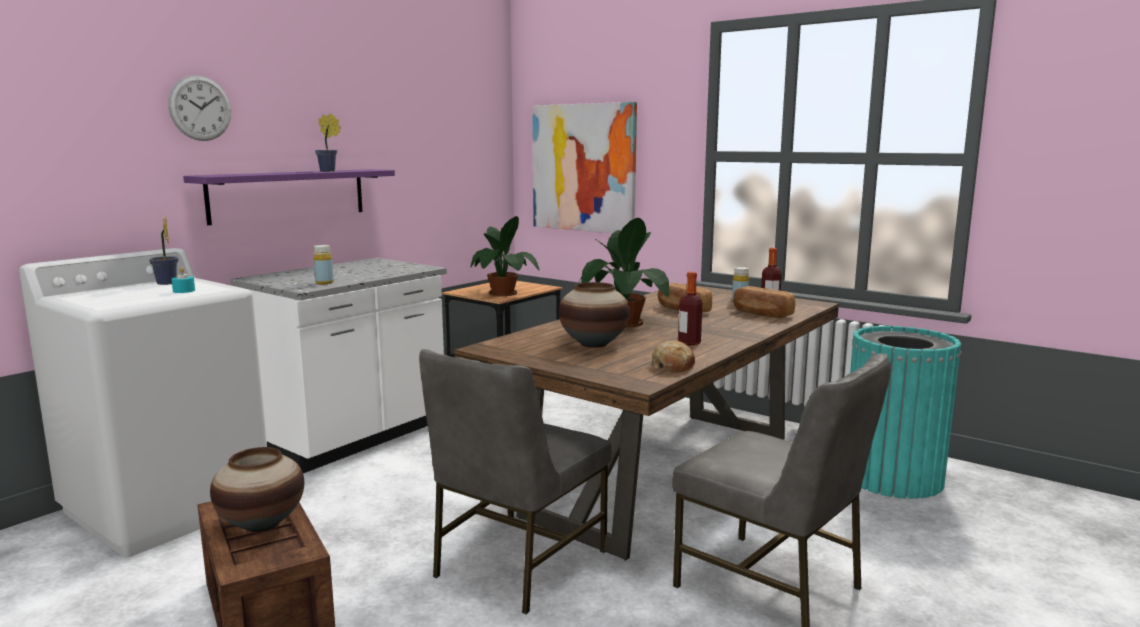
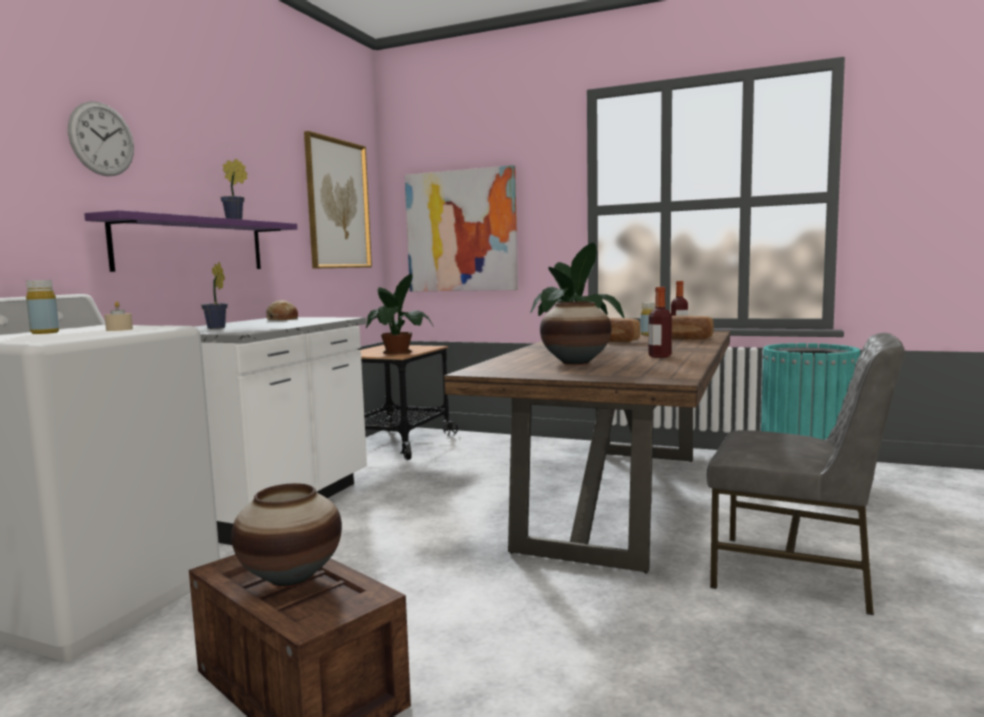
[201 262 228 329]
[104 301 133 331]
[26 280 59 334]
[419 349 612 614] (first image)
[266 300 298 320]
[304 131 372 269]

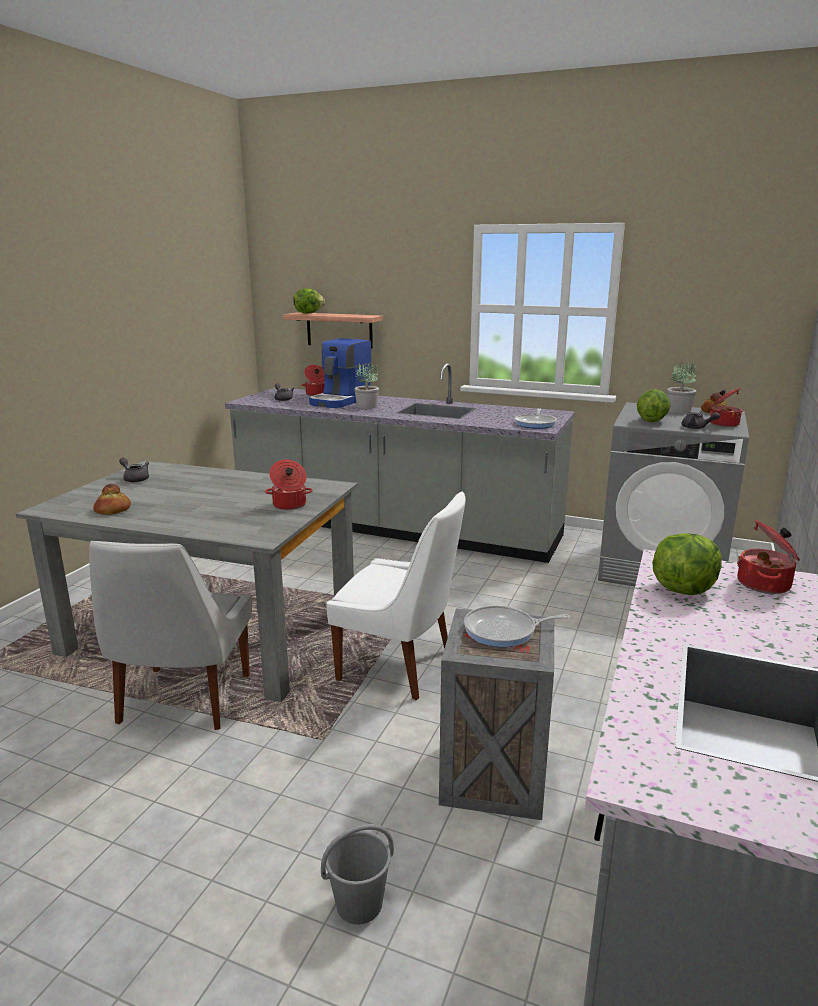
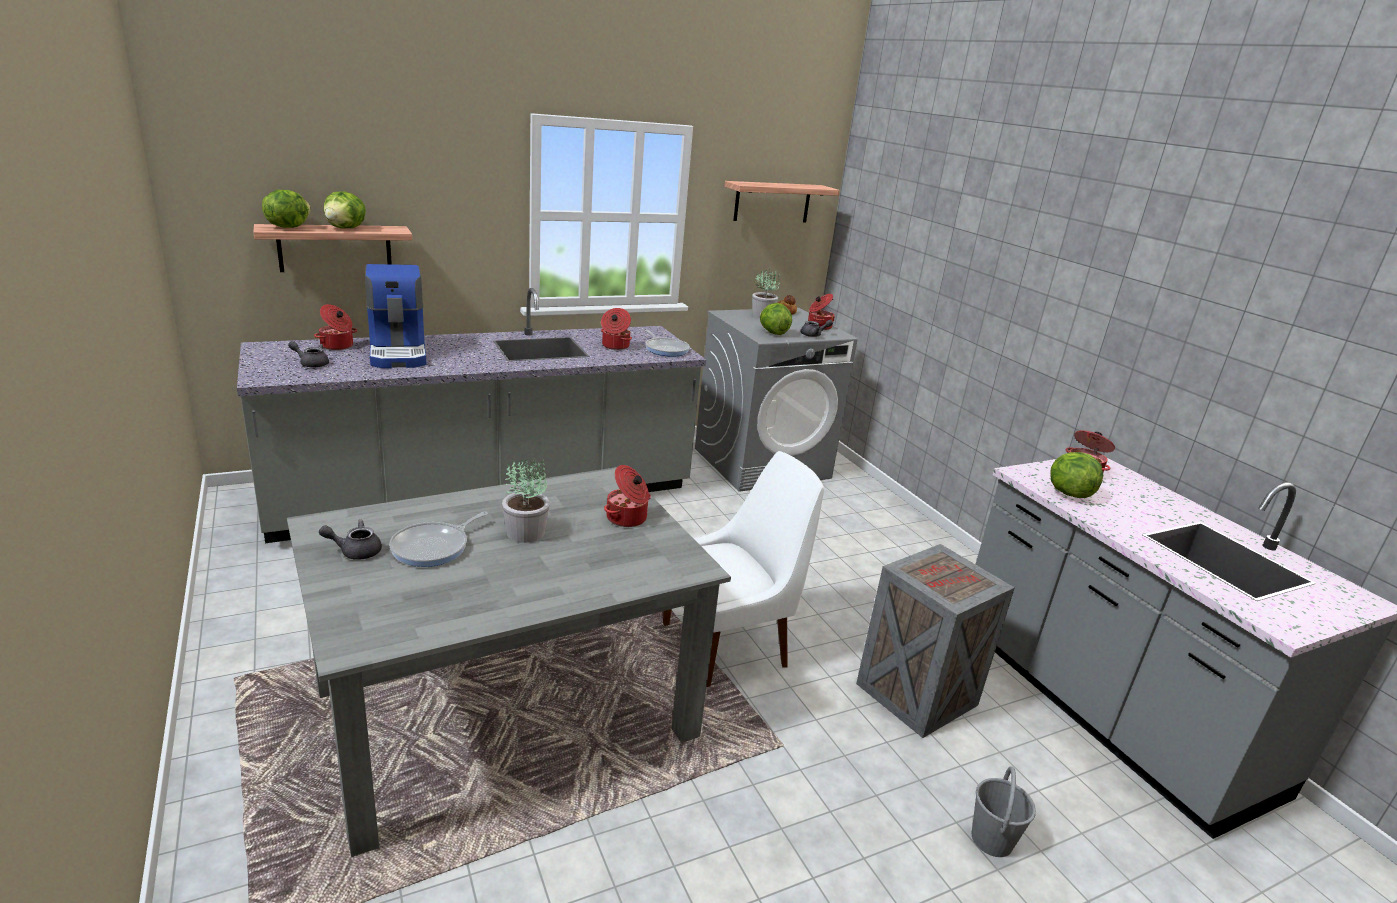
[89 541 252 730] (first image)
[93 484 131 515] (first image)
[502 458 550 543]
[389 512 488 567]
[324 191 366 228]
[601 308 632 350]
[724 181 840 223]

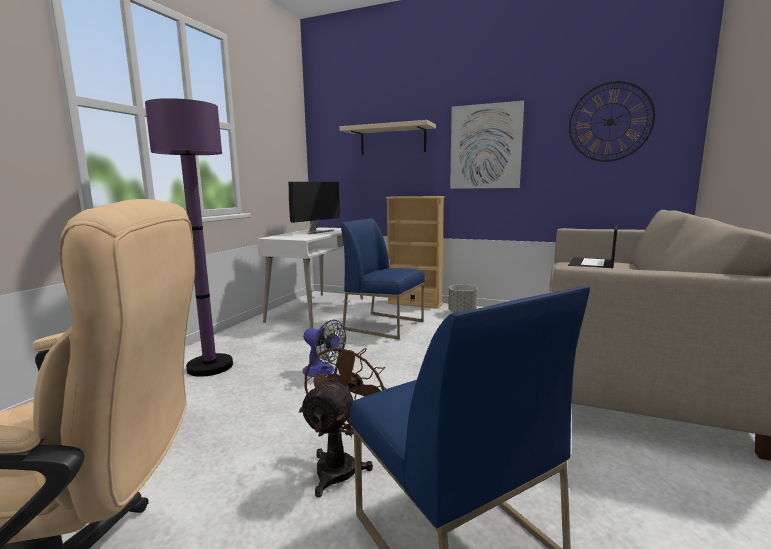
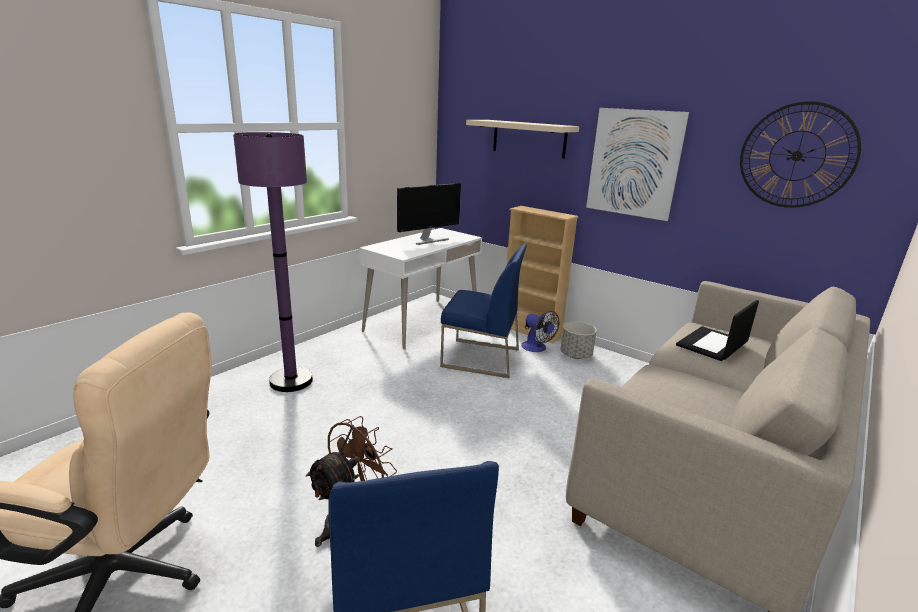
[521 311 560 352]
[440 244 527 378]

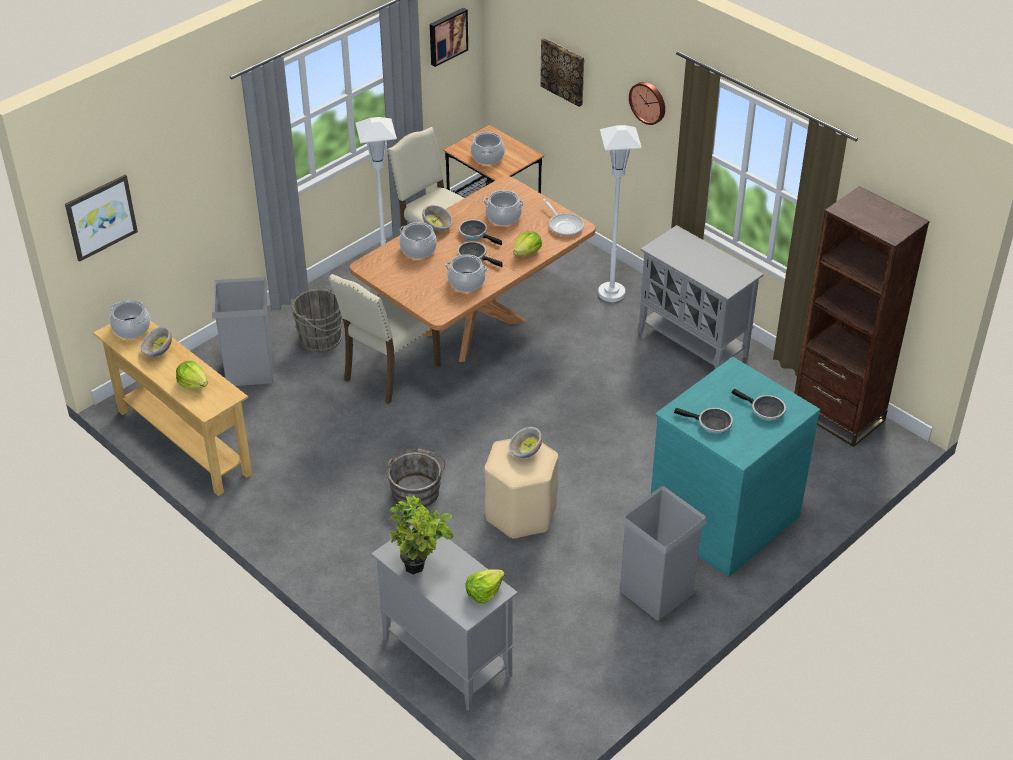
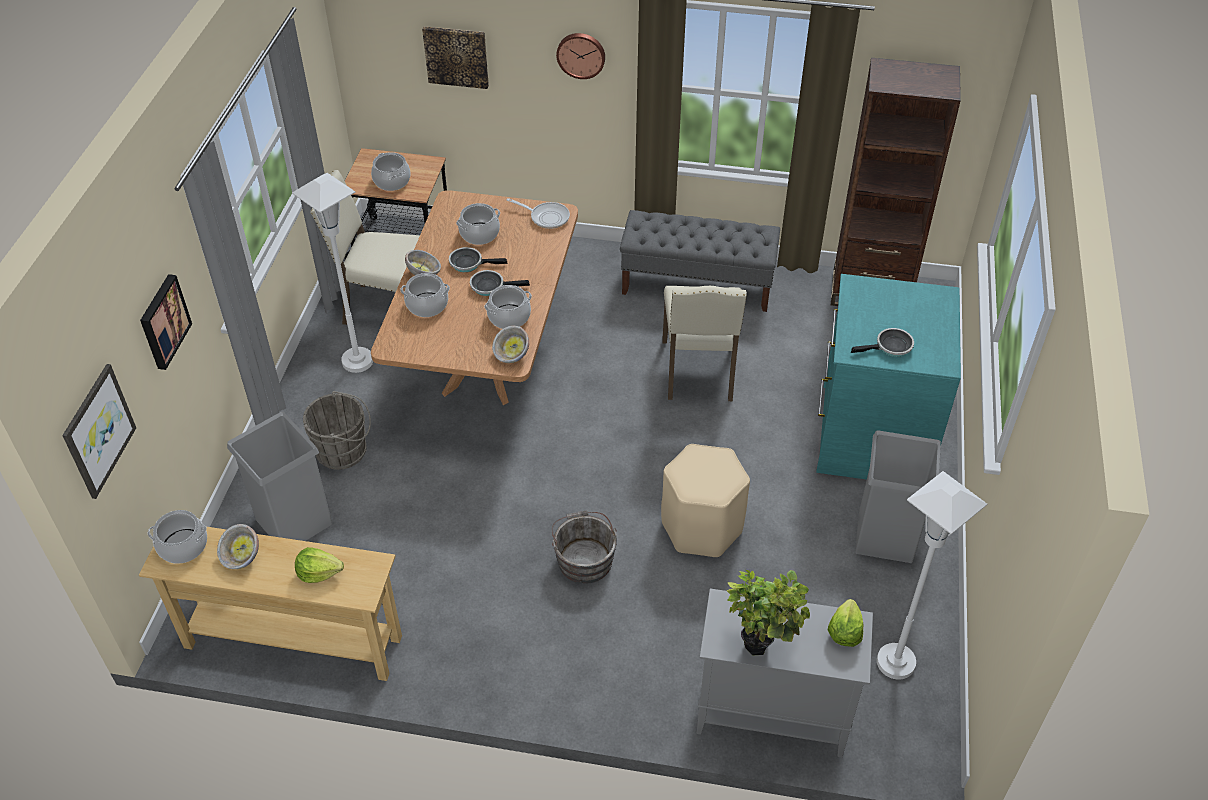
[662 286 747 401]
[140 274 192 370]
[492 326 529 363]
[513 231 542 256] (first image)
[877 471 987 680]
[620 210 780 312]
[732 389 786 421] (first image)

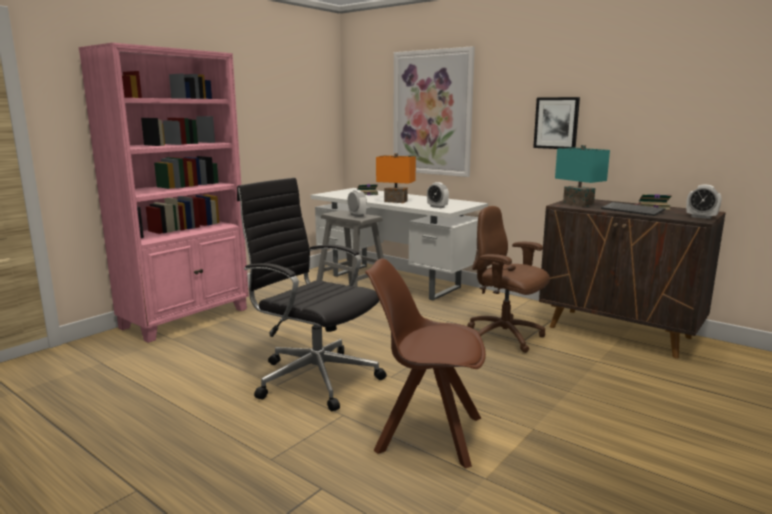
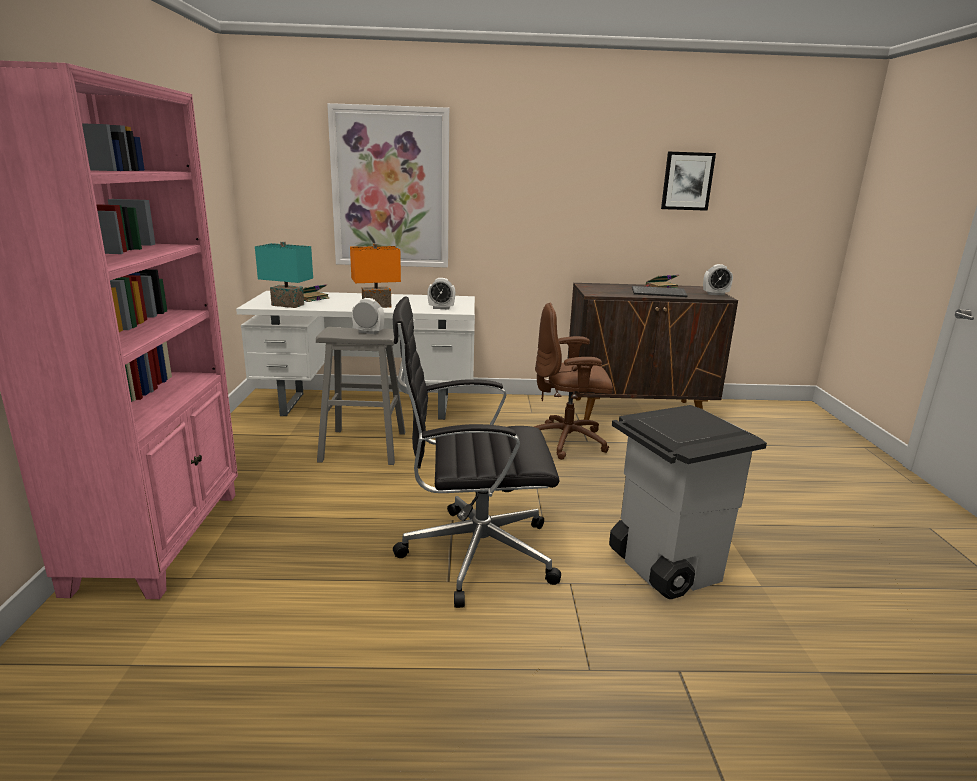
[609 405 767 599]
[661 152 716 211]
[255 241 313 308]

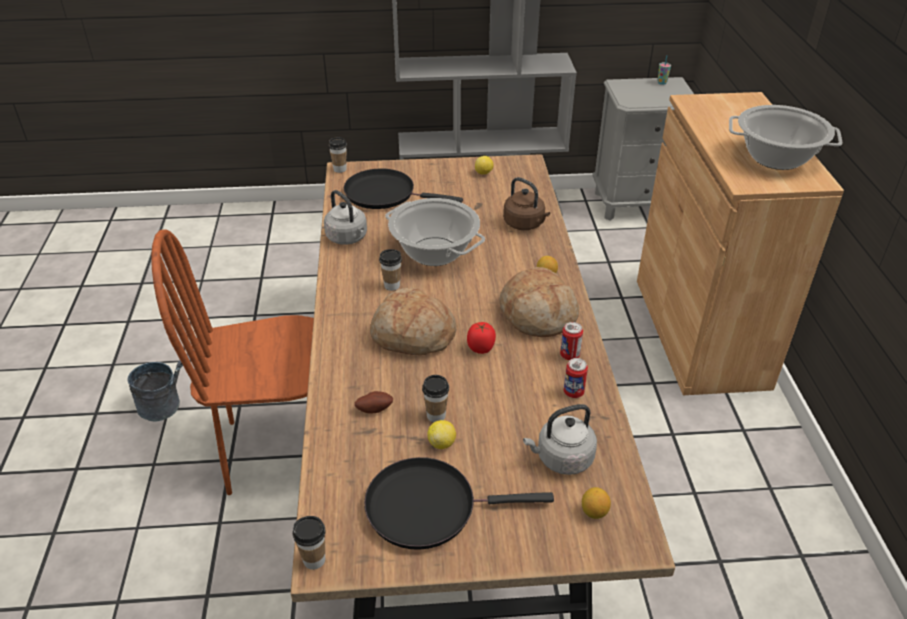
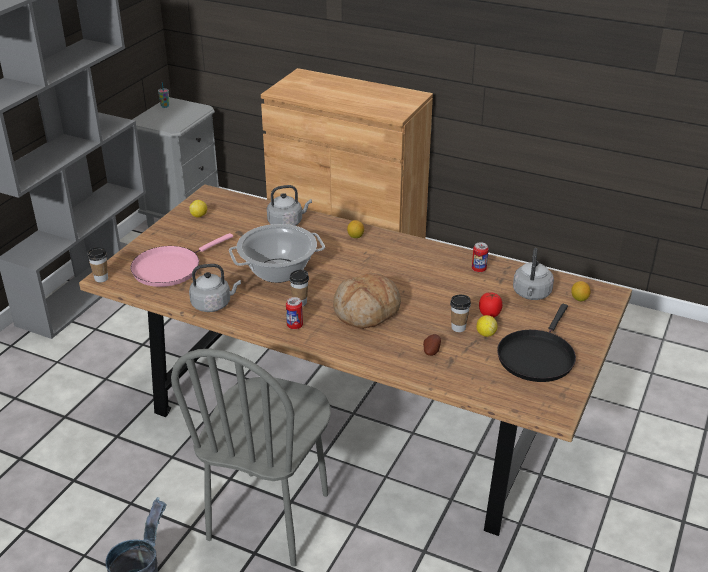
[171 349 331 567]
[293 516 326 570] (first image)
[131 233 233 287]
[479 293 502 317]
[499 267 579 337] (first image)
[267 185 312 226]
[286 297 303 329]
[729 105 842 170] (first image)

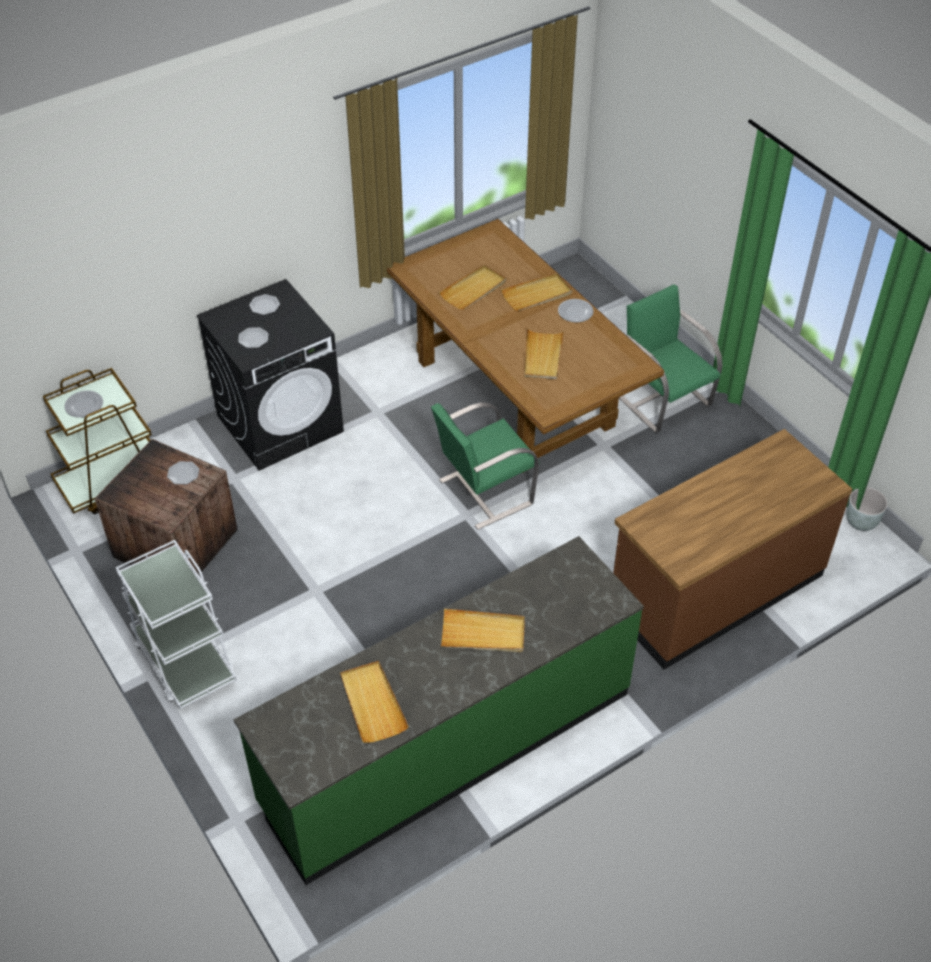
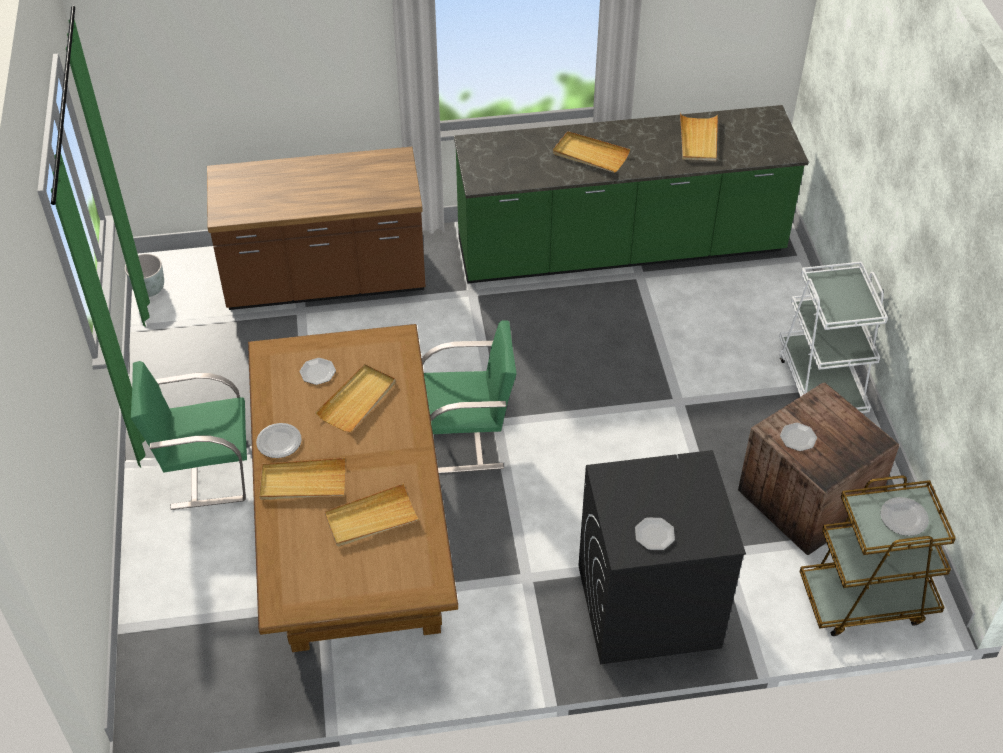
[300 358 336 385]
[131 361 247 510]

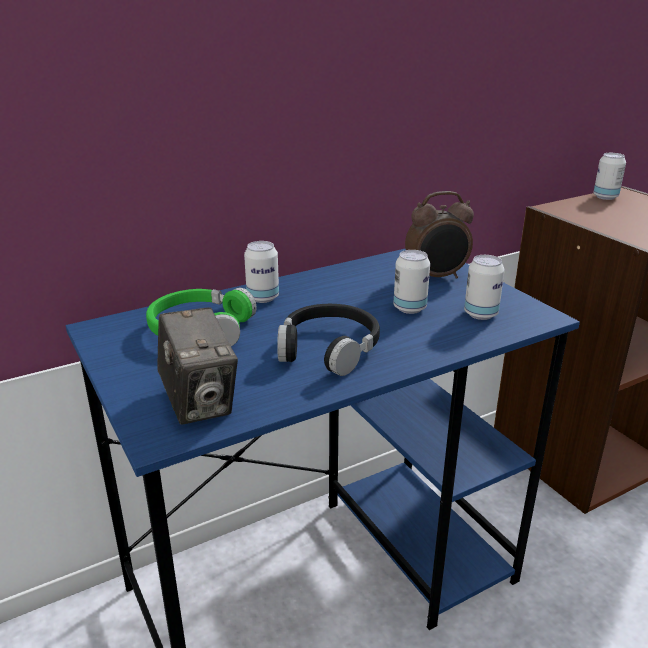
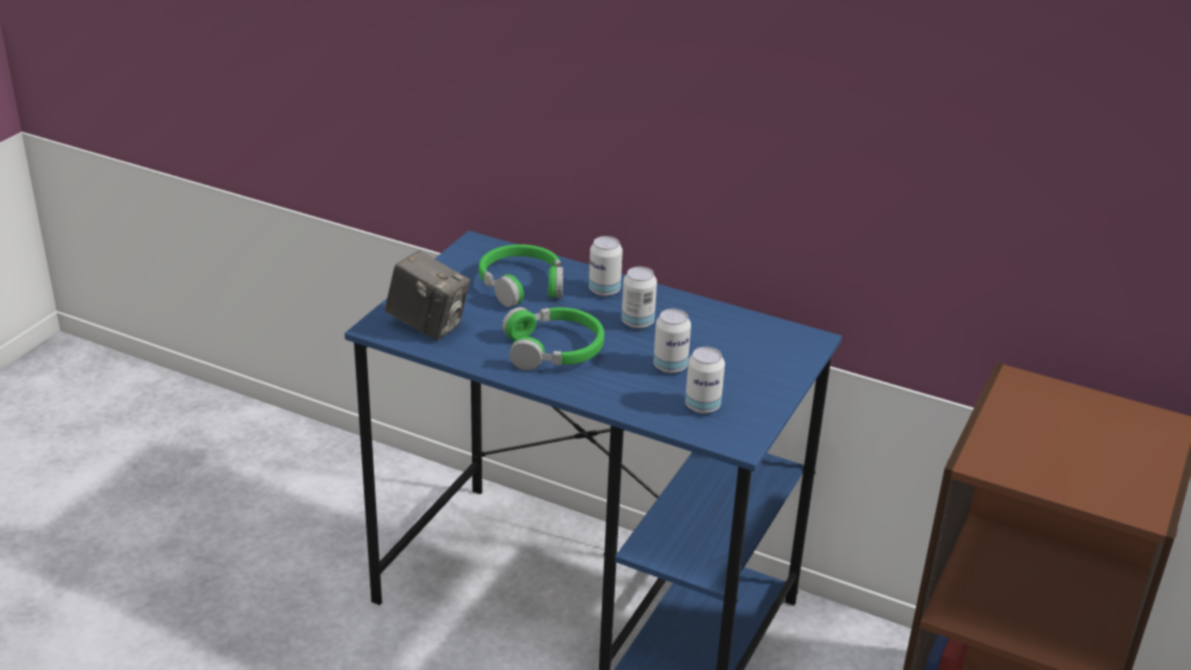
[385 250 470 340]
[502 307 604 370]
[405 191 474 279] (first image)
[622 266 657 329]

